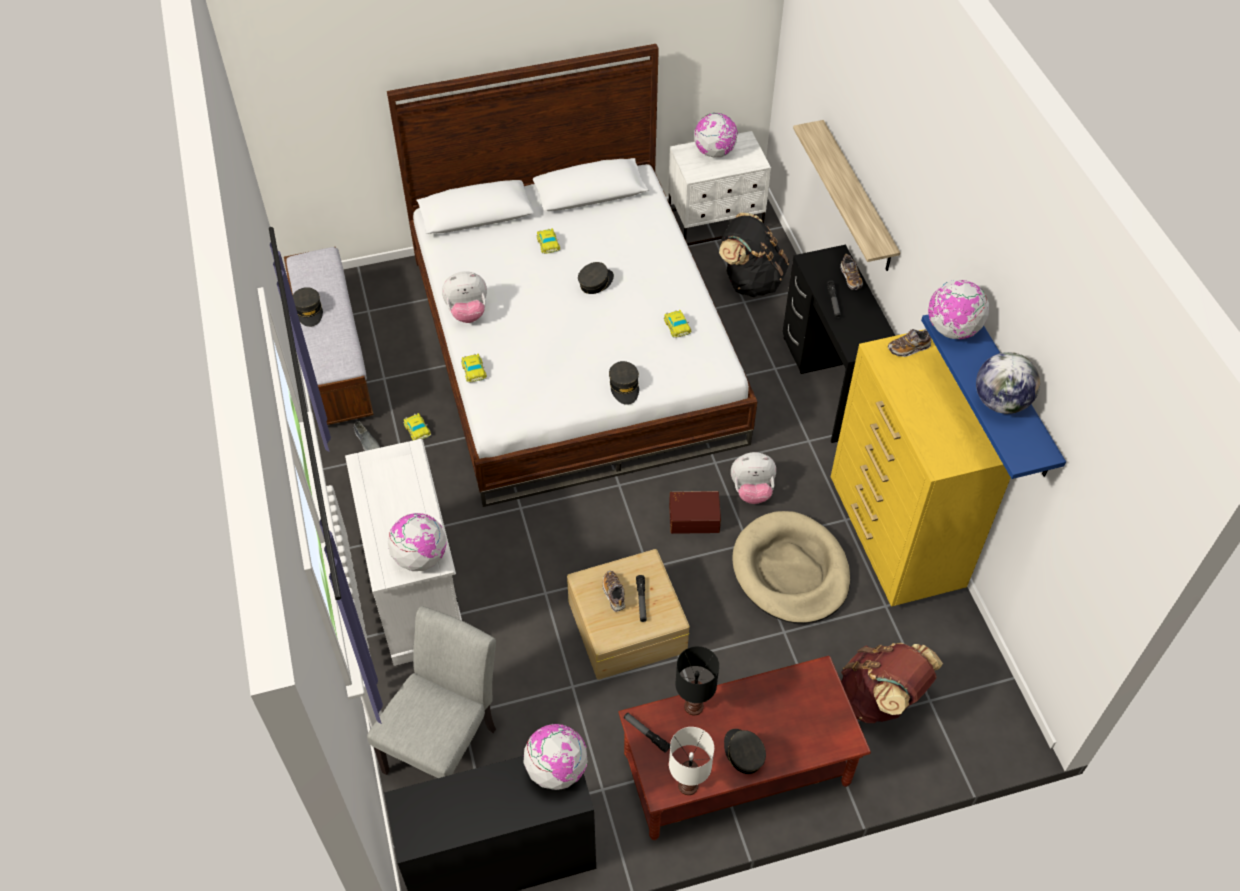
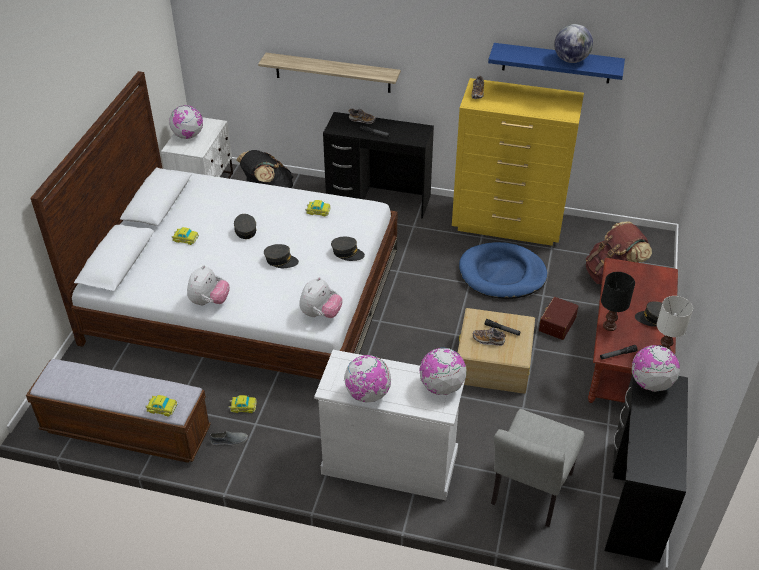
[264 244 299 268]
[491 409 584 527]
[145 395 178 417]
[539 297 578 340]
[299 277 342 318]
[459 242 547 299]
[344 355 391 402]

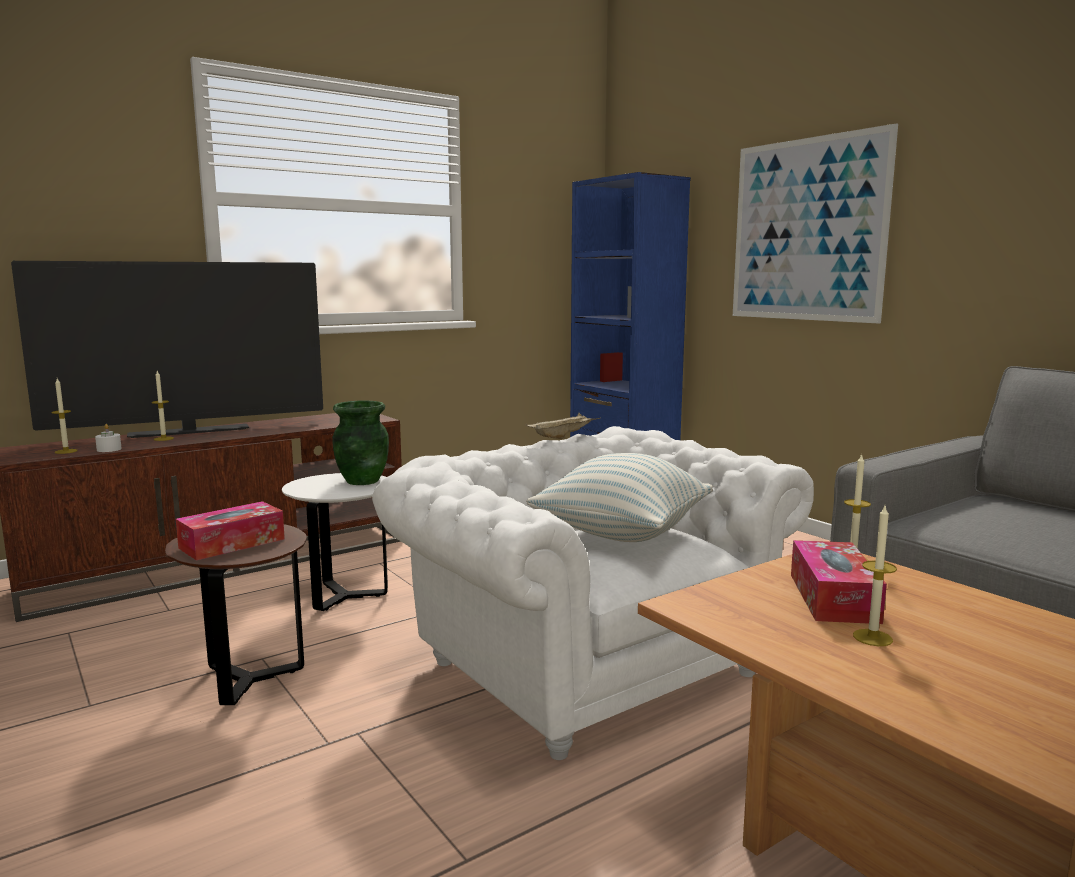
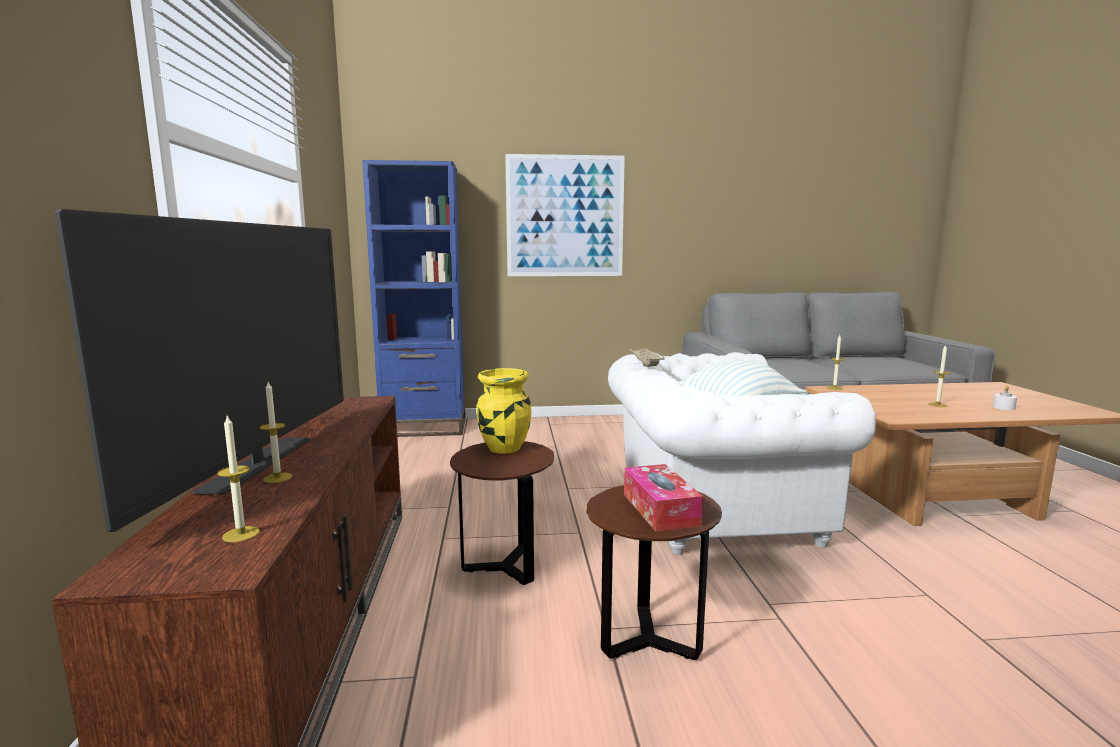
[993 386 1017 410]
[450 441 554 585]
[477 368 531 454]
[791 540 887 624] (first image)

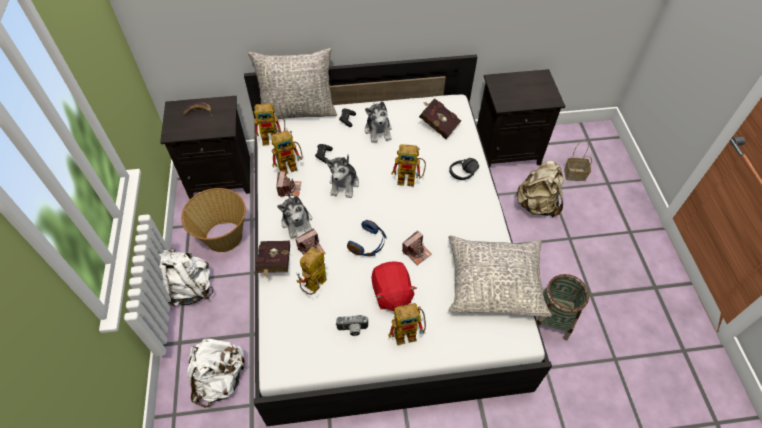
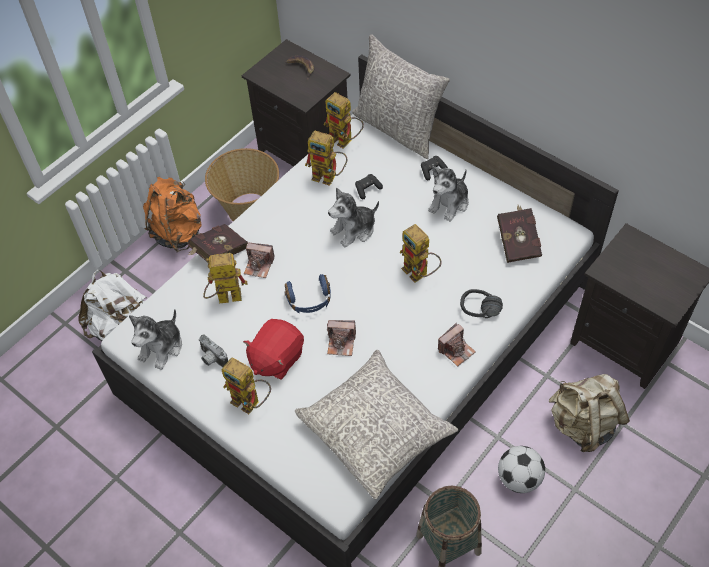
[143 177 202 252]
[438 323 475 367]
[129 309 182 370]
[564 140 592 181] (first image)
[498 446 545 493]

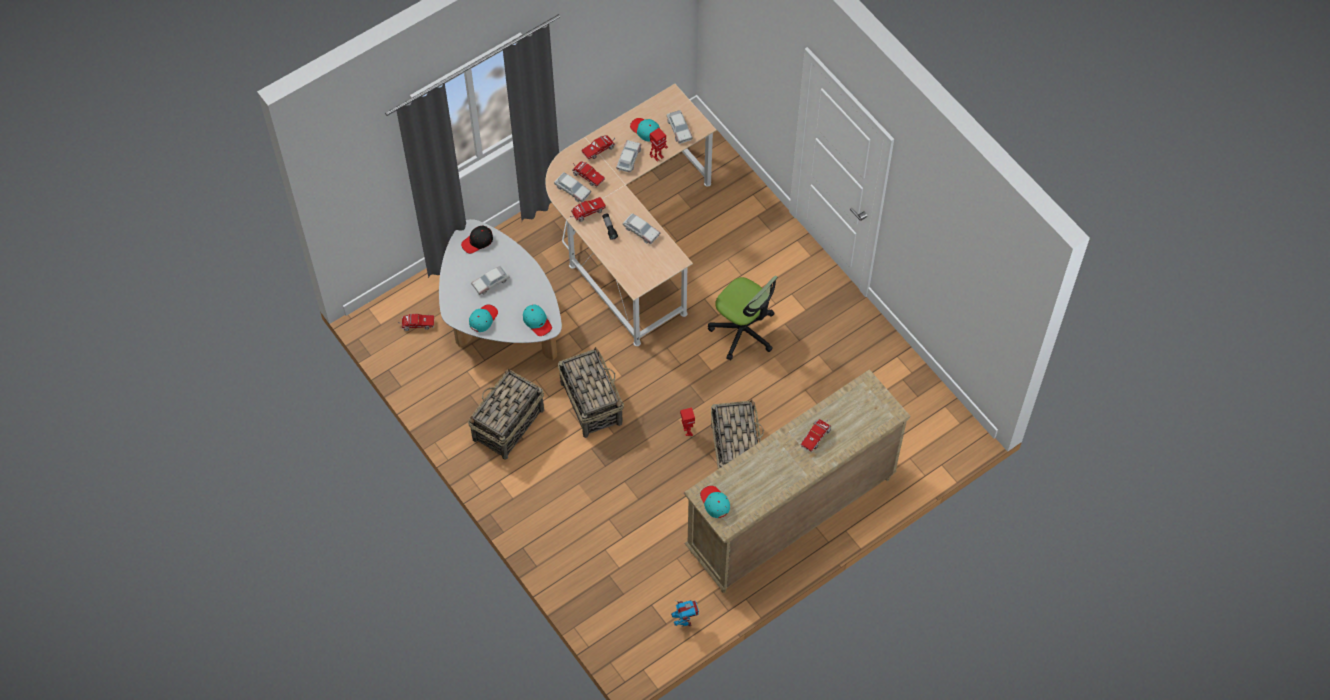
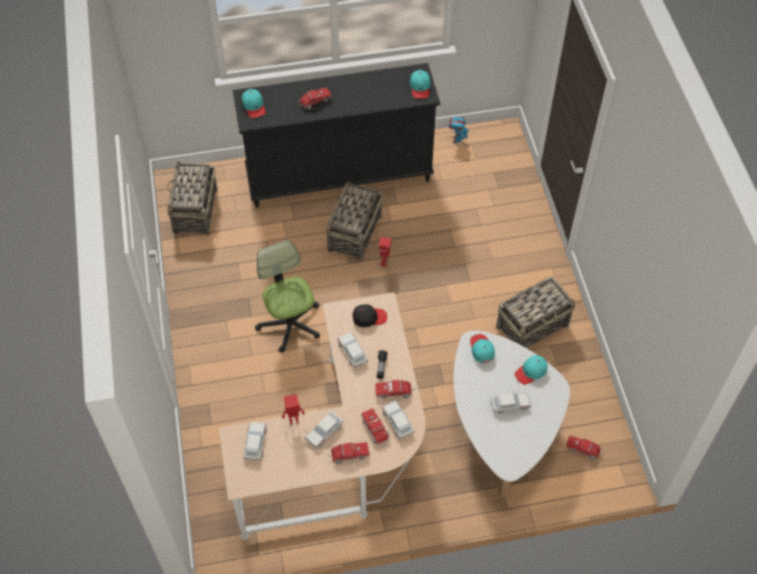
[352 304 387 327]
[167 161 218 235]
[242 89 265 118]
[232 63 440 208]

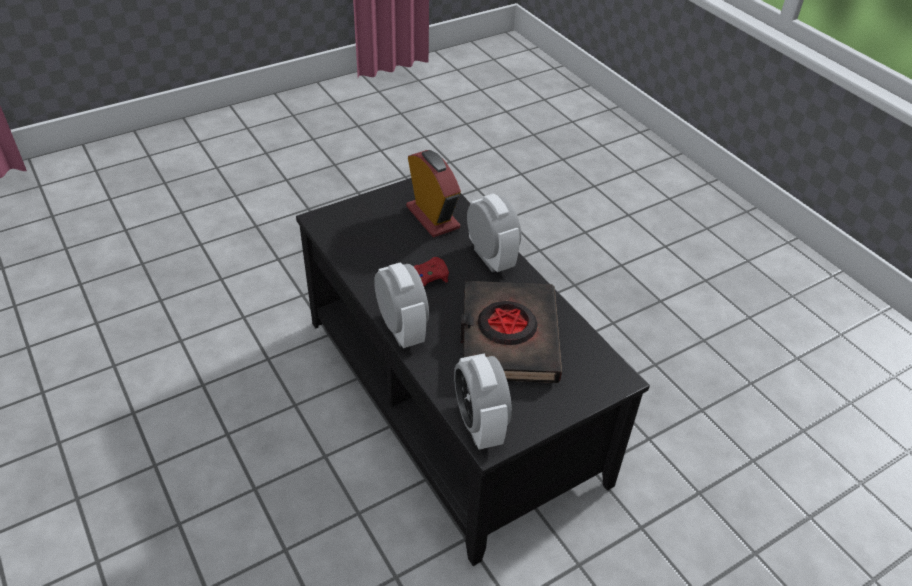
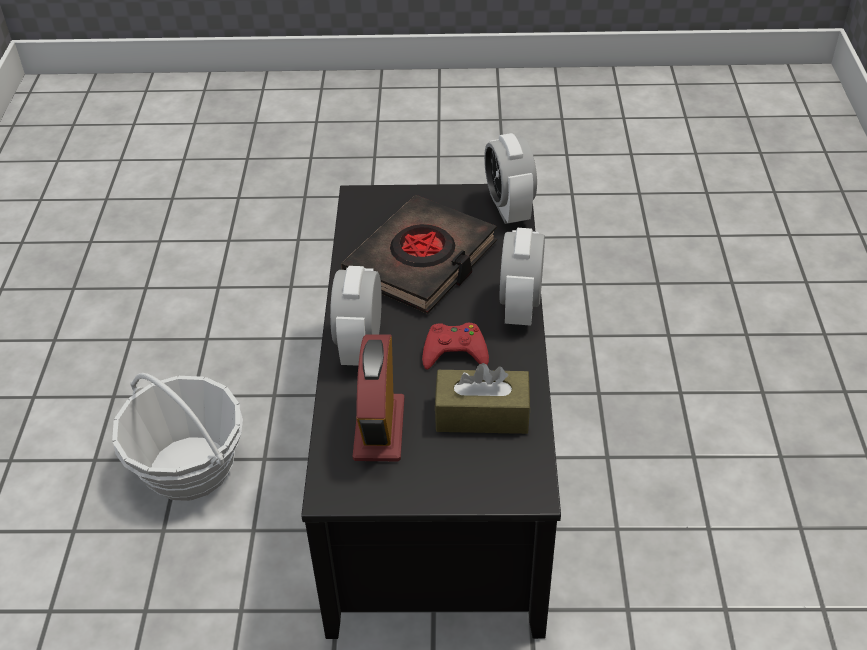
[484 133 537 224]
[112 373 243 501]
[434 363 530 434]

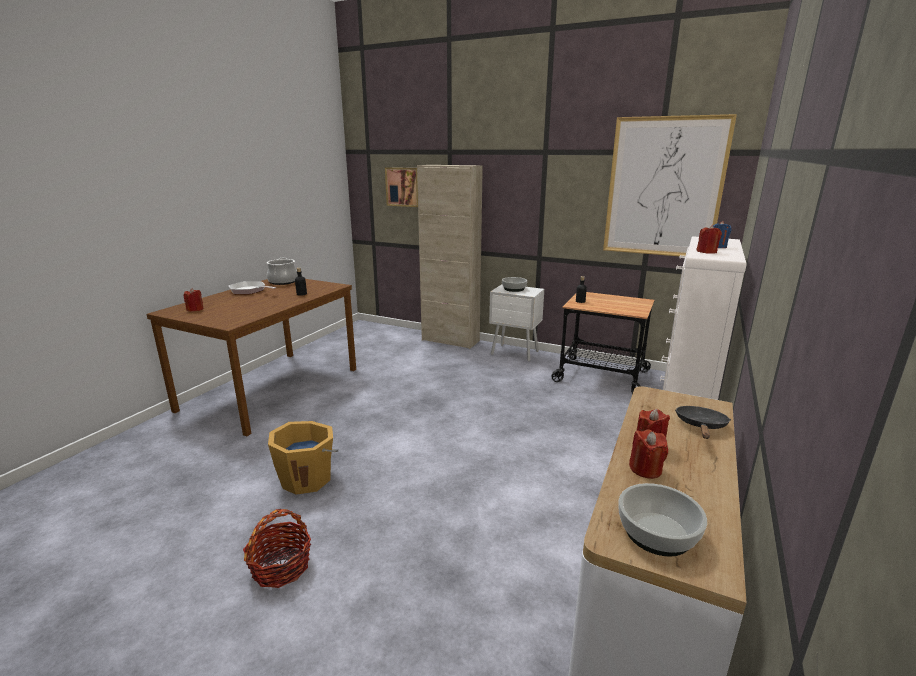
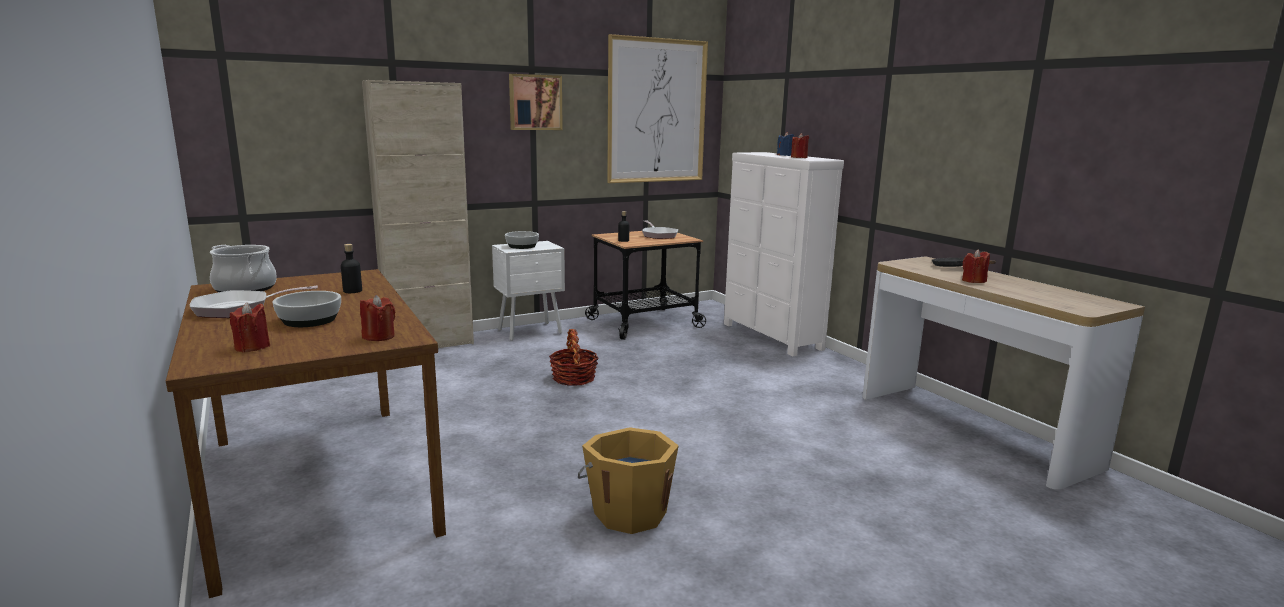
[549 329 599 386]
[509 74 563 130]
[273 291 341 327]
[360 295 395 341]
[642 220 678 239]

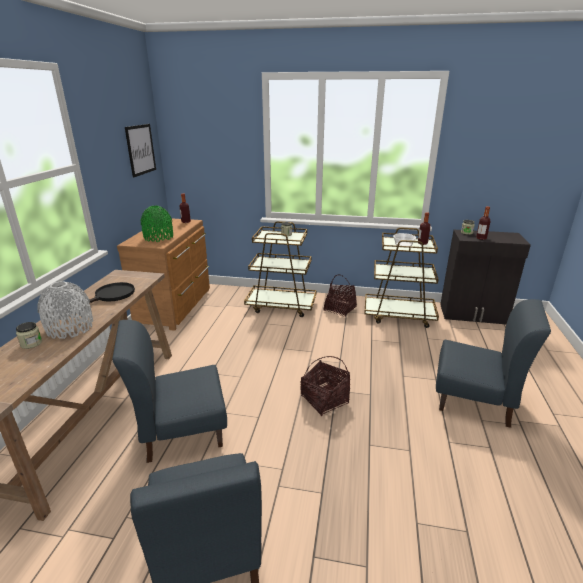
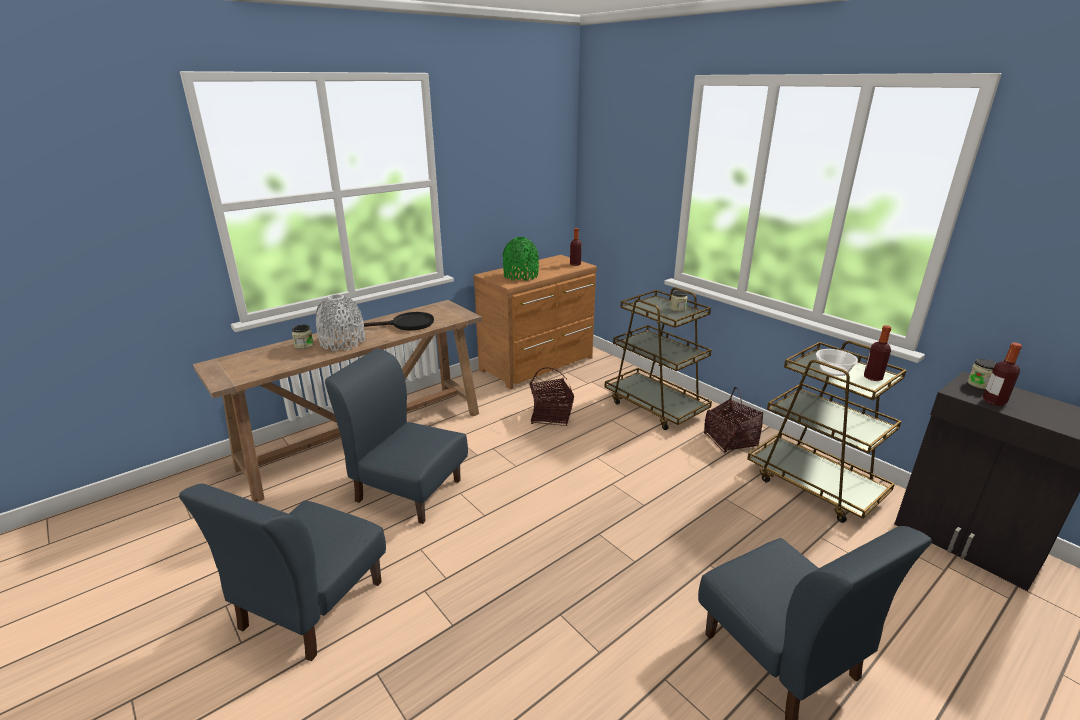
[125 124 156 177] (first image)
[529 368 574 426]

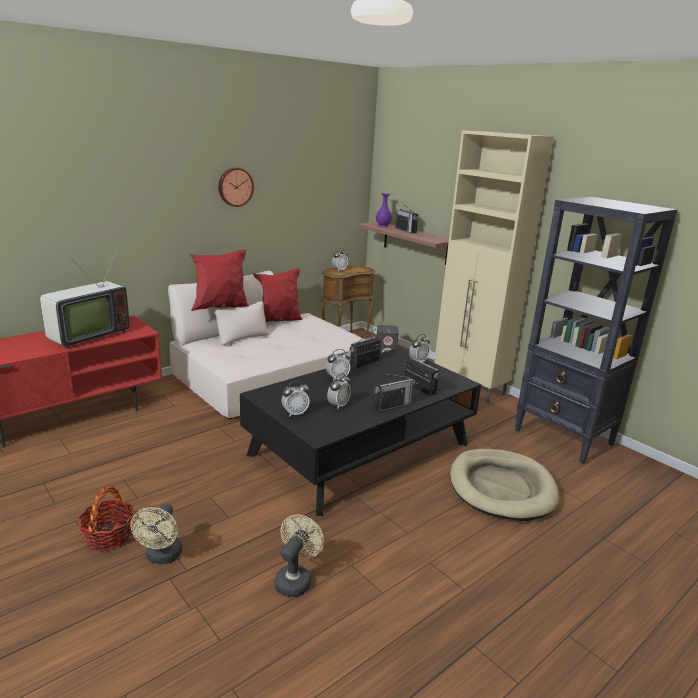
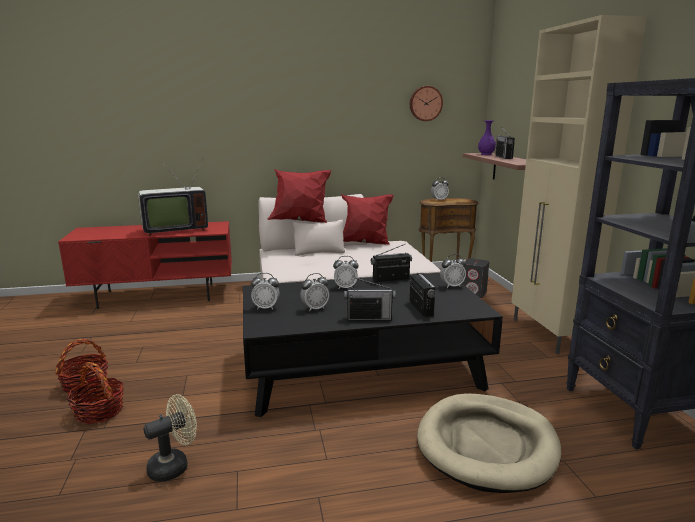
[67 362 124 424]
[410 86 443 121]

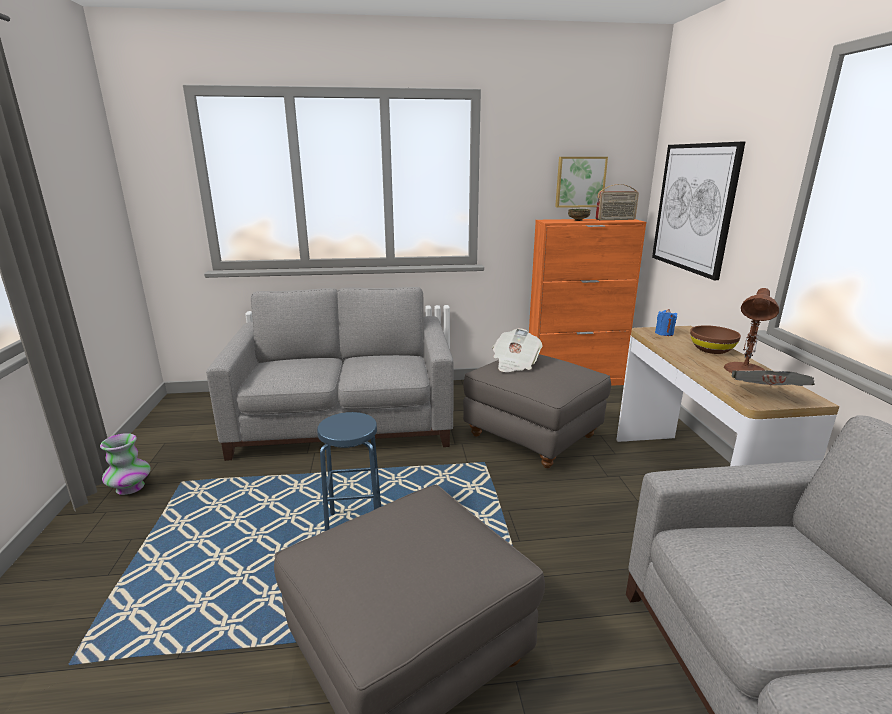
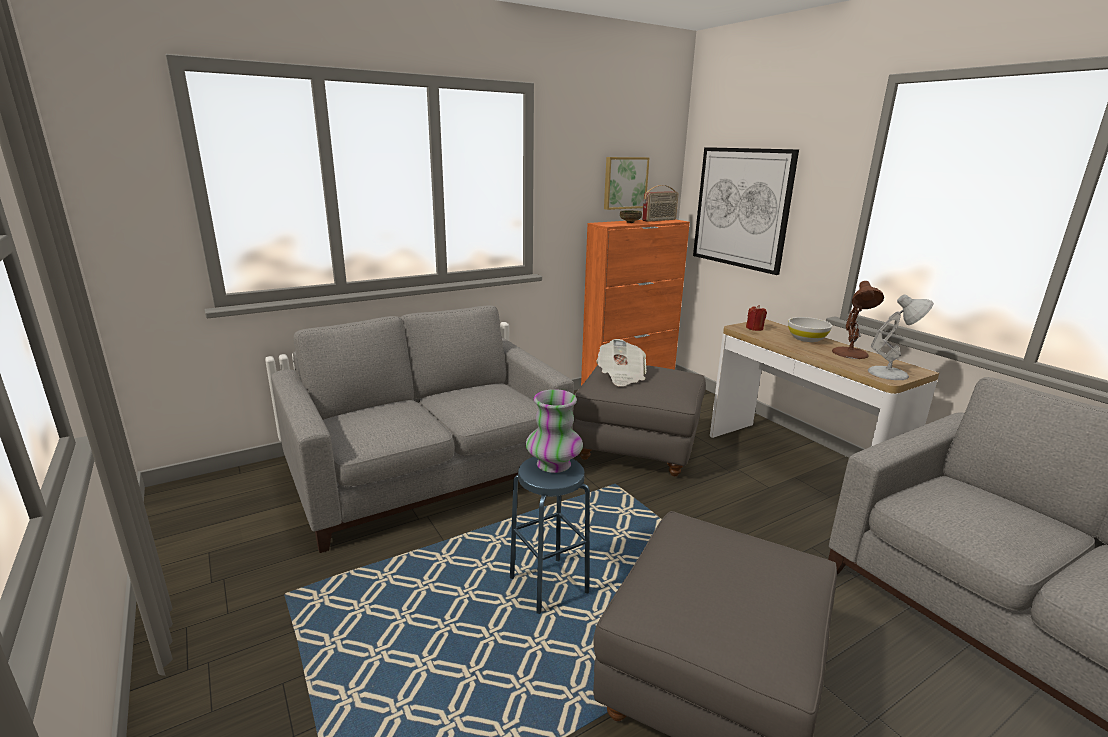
[526 389 583 473]
[746 305 767 331]
[788 317 832 342]
[868 295 934 380]

